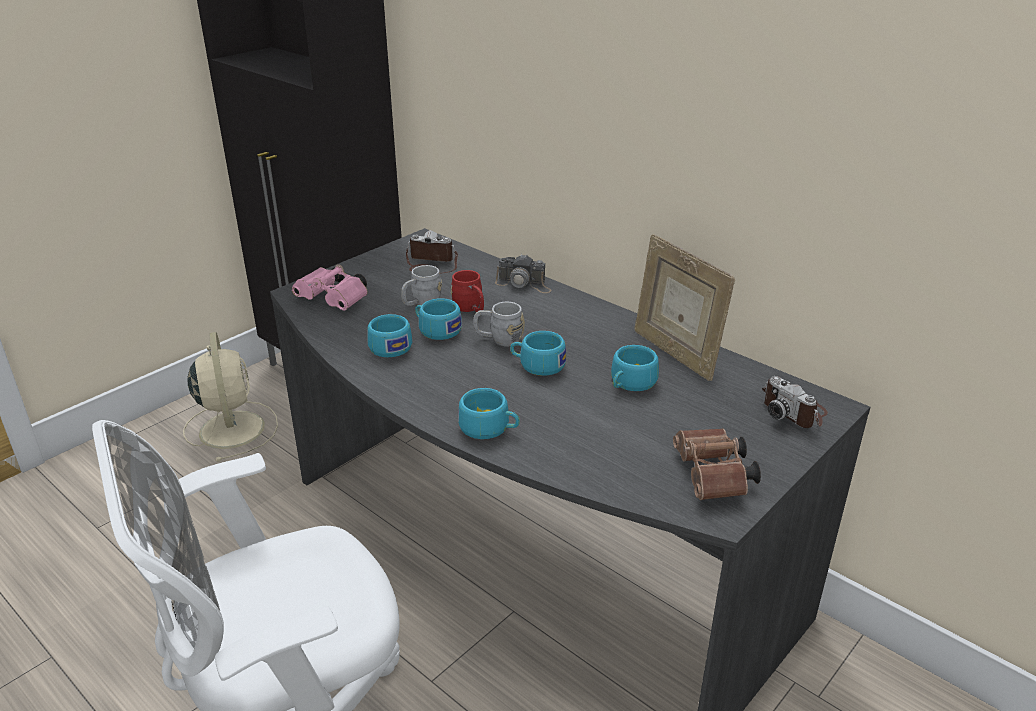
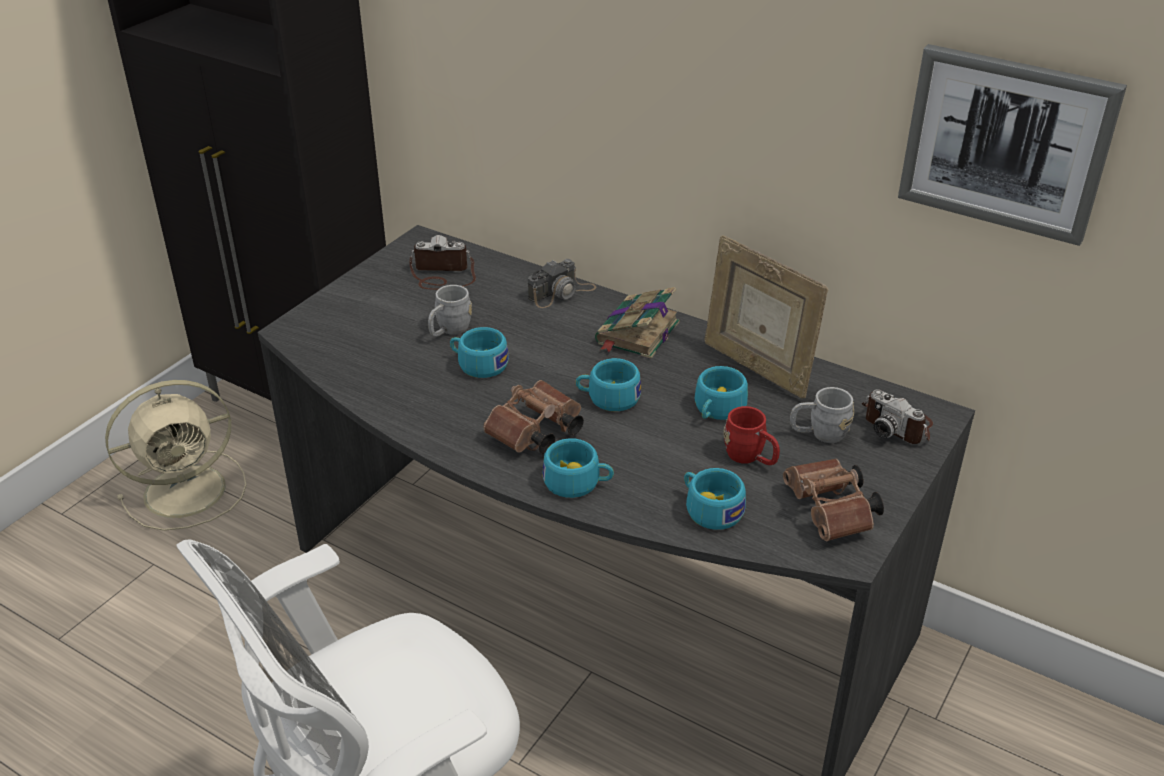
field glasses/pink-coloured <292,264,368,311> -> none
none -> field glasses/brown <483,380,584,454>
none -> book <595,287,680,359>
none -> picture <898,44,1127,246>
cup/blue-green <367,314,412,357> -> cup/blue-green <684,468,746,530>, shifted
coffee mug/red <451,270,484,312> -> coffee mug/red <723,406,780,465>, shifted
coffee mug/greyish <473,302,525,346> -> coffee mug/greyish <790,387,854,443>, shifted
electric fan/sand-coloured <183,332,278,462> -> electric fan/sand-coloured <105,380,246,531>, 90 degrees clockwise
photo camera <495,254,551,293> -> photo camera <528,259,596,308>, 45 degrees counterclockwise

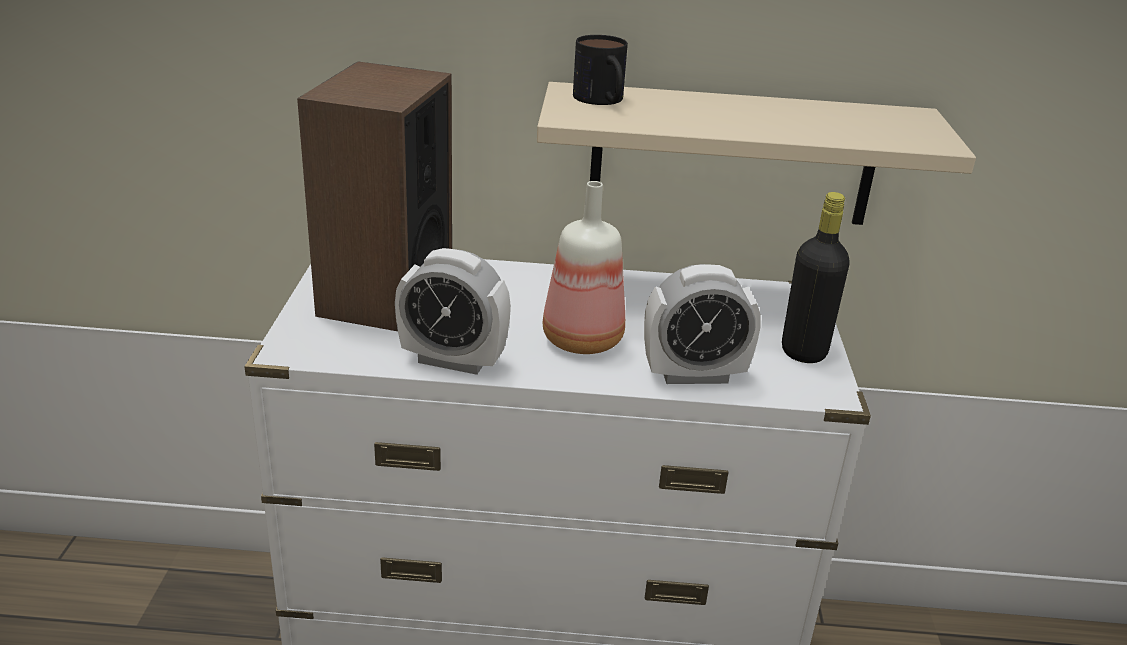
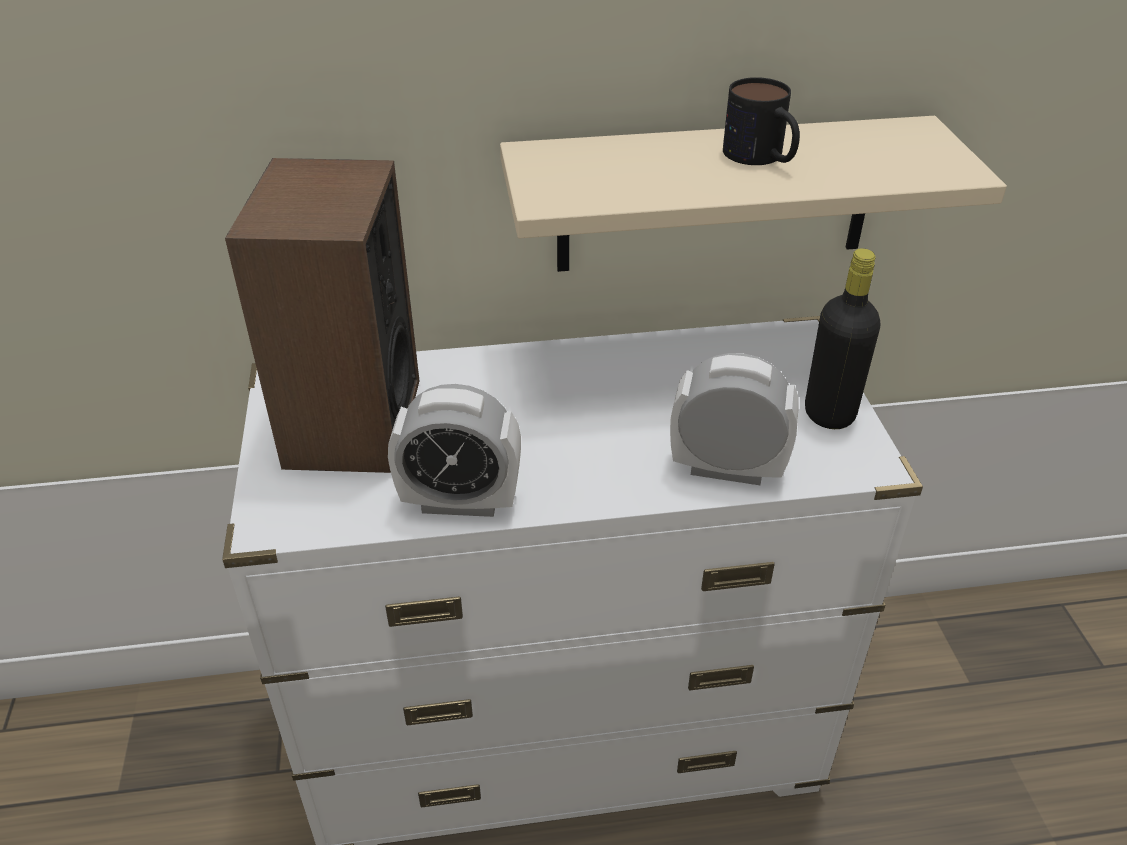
beverage bottle <543,181,625,354> -> none
coffee mug <573,35,628,105> -> coffee mug <723,77,800,165>, shifted
bedside clock <644,264,761,384> -> bedside clock <670,353,799,485>, 150 degrees counterclockwise

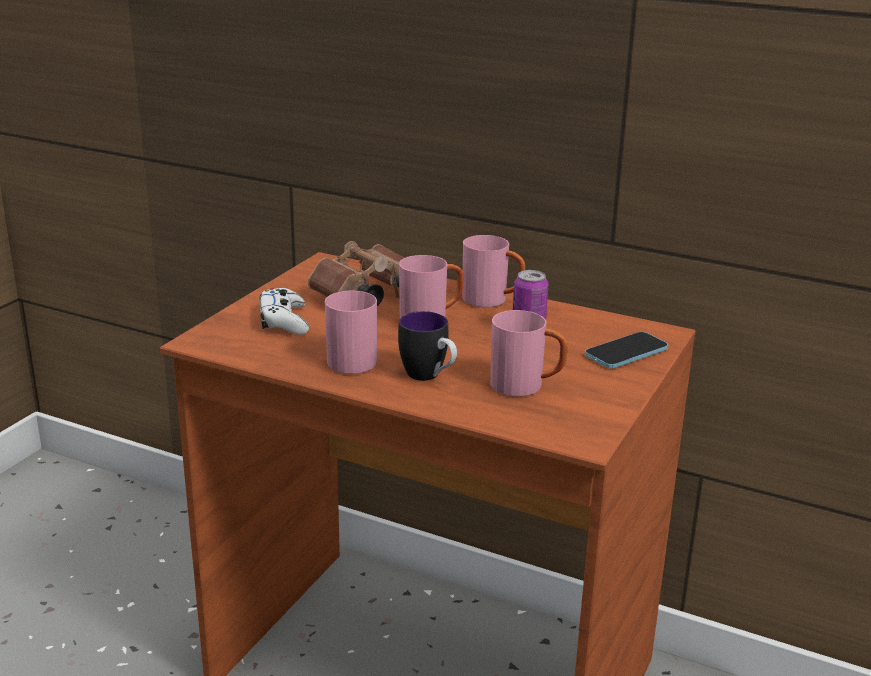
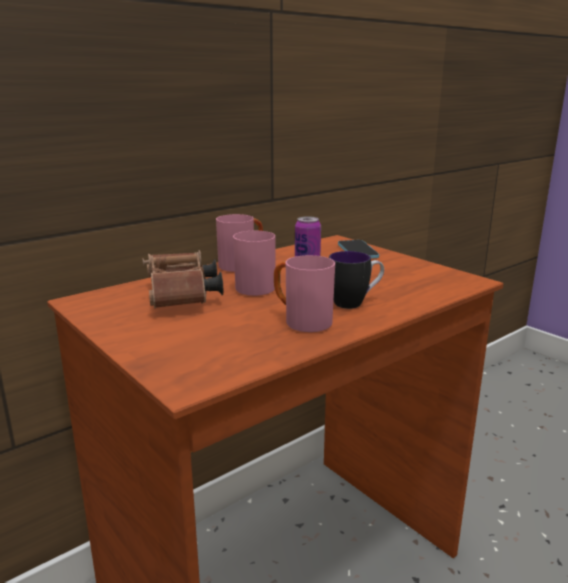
game controller/whitish <259,288,309,335> -> none
coffee mug/pink-coloured <490,310,568,397> -> none

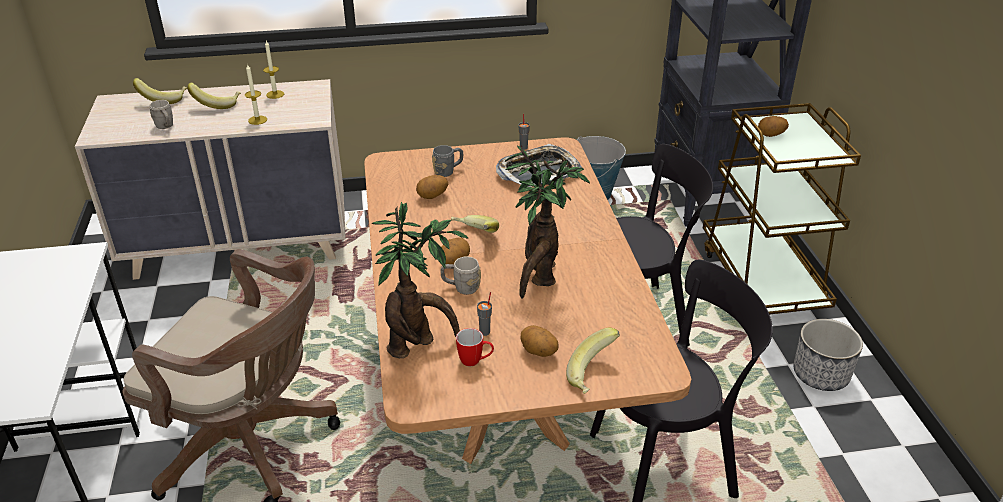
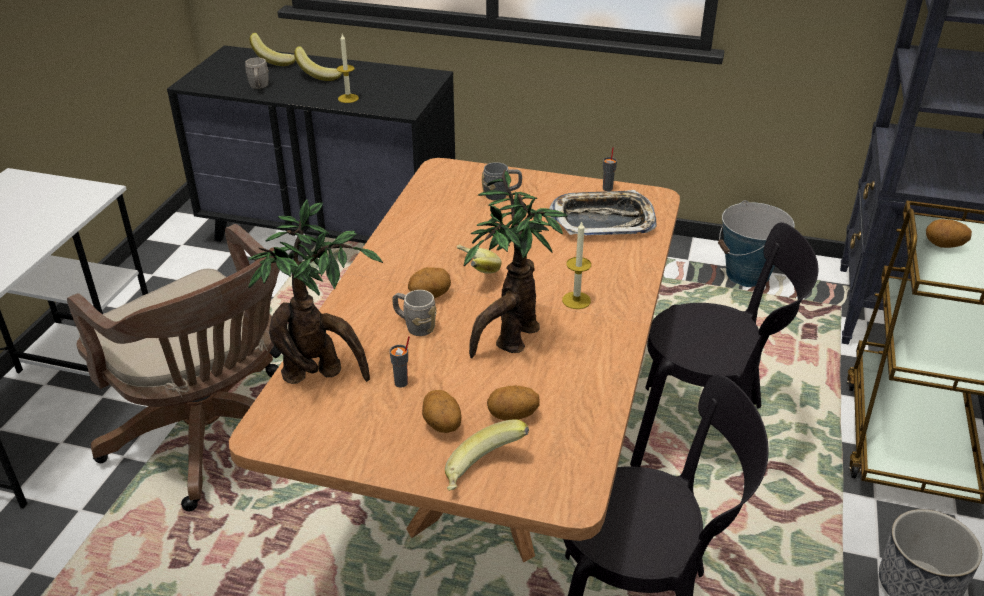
coffee mug <456,328,494,366> -> none
wax candle <263,41,284,99> -> wax candle <562,221,591,309>, shifted
spud <416,175,448,199> -> spud <487,385,540,421>, shifted
dresser/sand-coloured <75,79,346,280> -> dresser/black-coloured <167,45,455,243>

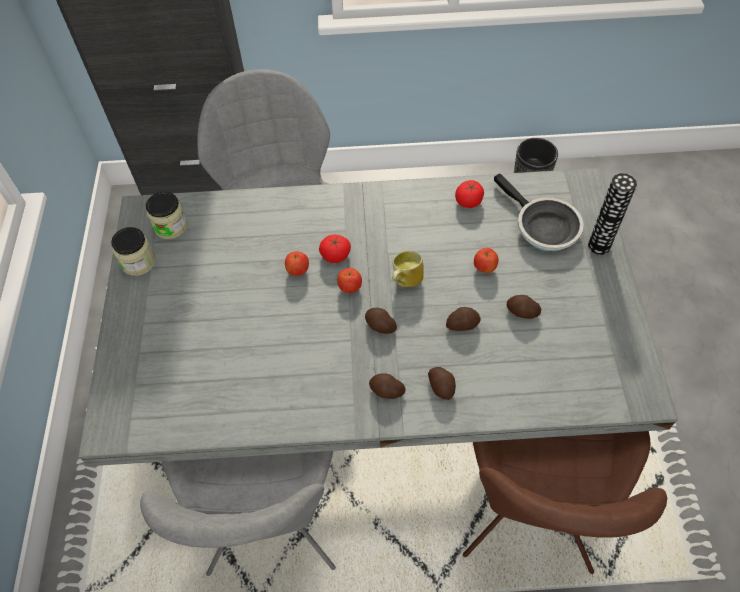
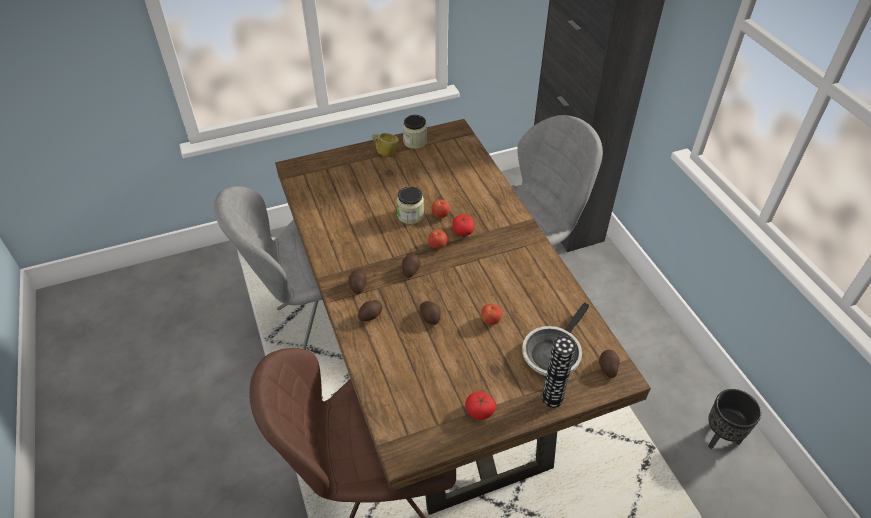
jar <146,192,188,239> -> jar <397,186,424,224>, shifted
coffee mug <392,251,424,287> -> coffee mug <372,133,399,157>, shifted
tomato <455,180,484,208> -> tomato <465,391,496,420>, shifted
spud <507,295,541,319> -> spud <599,350,620,378>, shifted
kitchen table/greyish <79,168,678,466> -> kitchen table/brown <275,119,651,515>

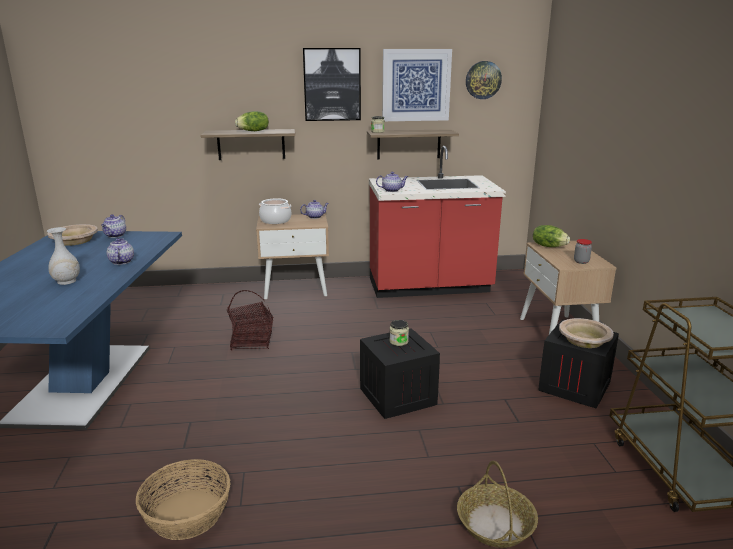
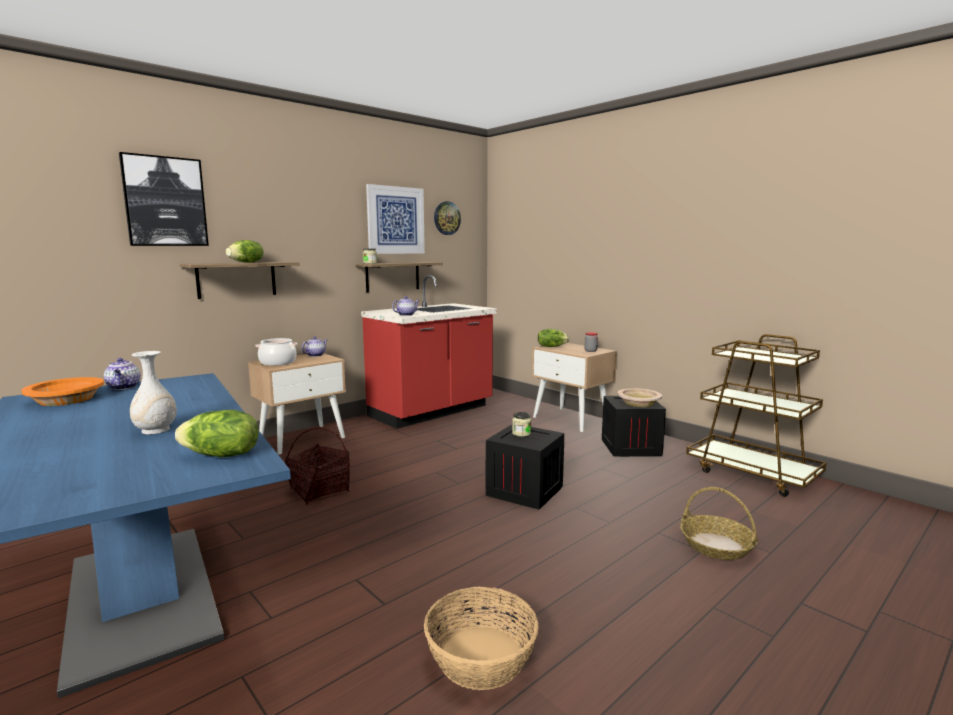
teapot <106,238,134,265> -> none
none -> lettuce <175,410,259,457>
picture <303,48,361,121> -> picture <119,152,209,246>, shifted
deep dish/sand-coloured <48,224,98,246> -> deep dish/orangey <21,377,104,406>

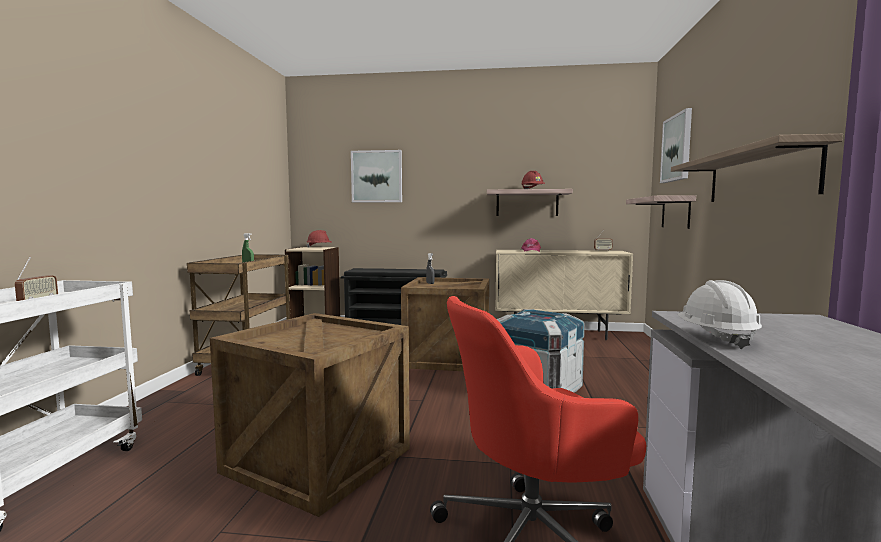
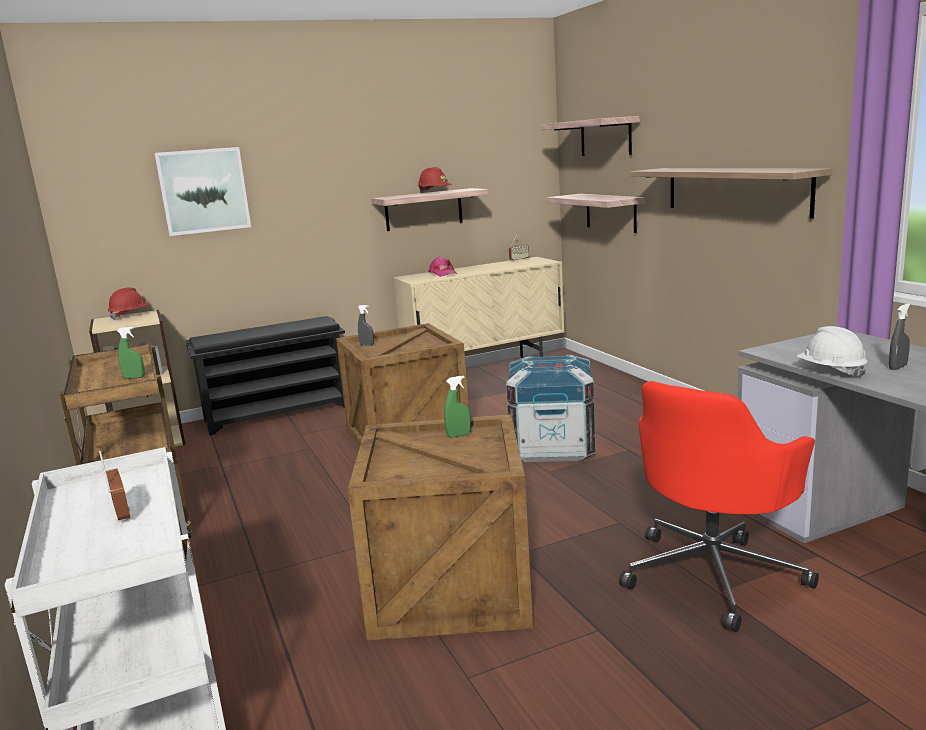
none -> sprayer/greenish <444,376,471,438>
none -> sprayer/greyish <889,304,910,370>
picture <660,108,692,183> -> wall shelf <541,116,640,156>

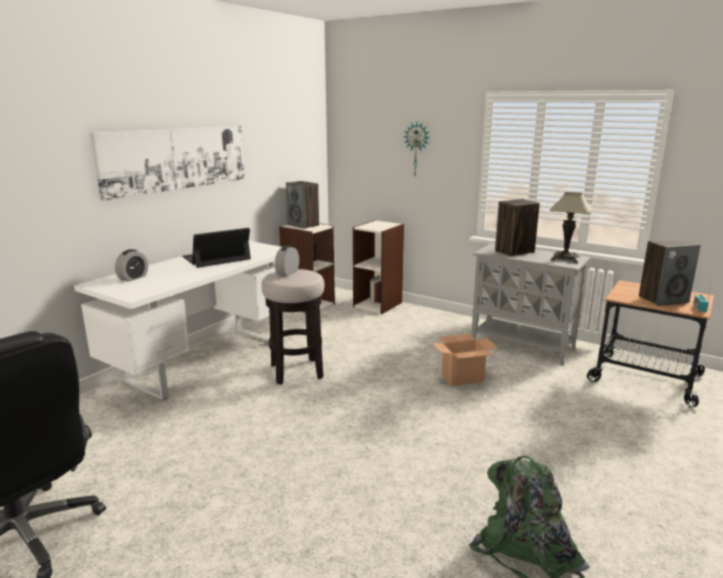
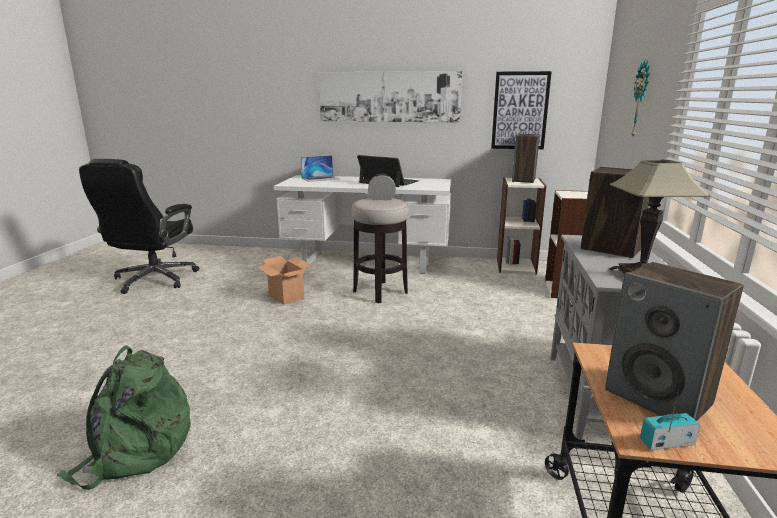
none -> picture <491,71,552,149>
carton <433,334,498,386> -> carton <256,256,312,305>, shifted
bedside clock <115,249,148,282> -> laptop <300,155,340,182>

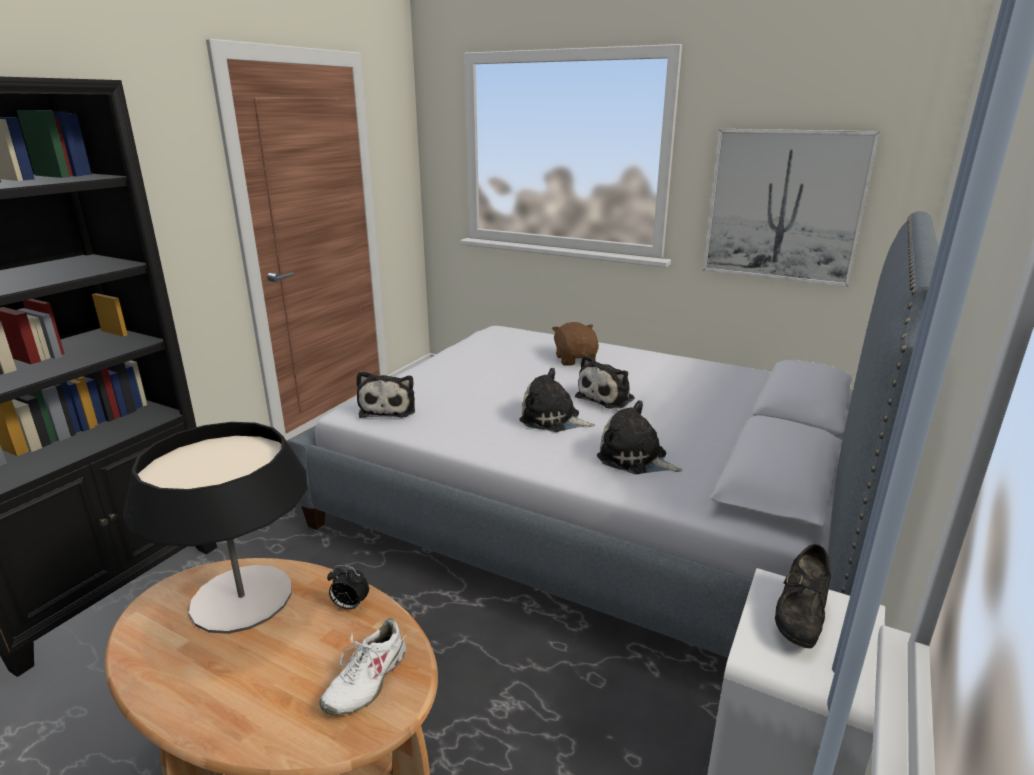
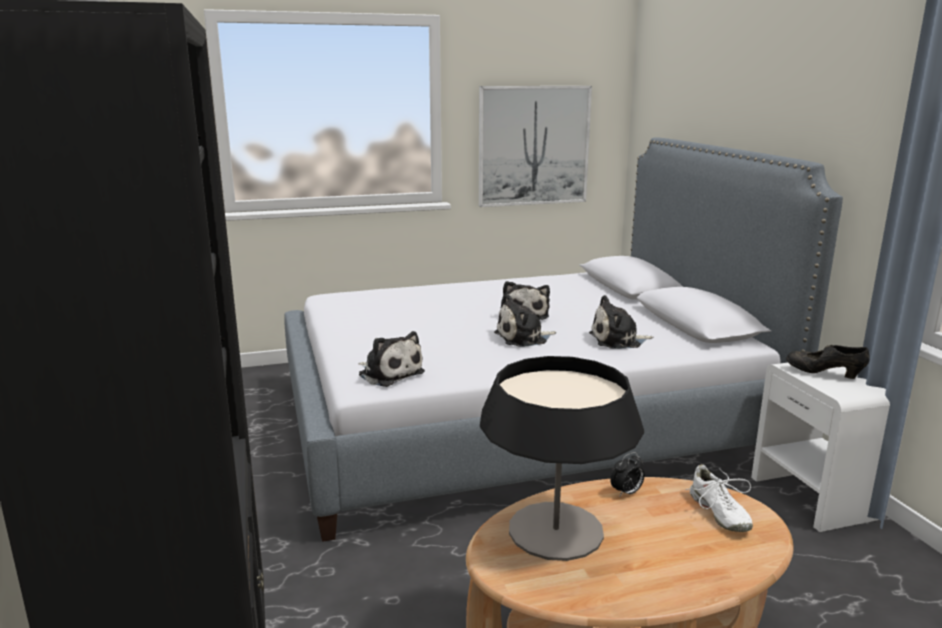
plush toy/brown <552,322,599,366> -> none
item of footwear/black-coloured <775,544,831,648> -> item of footwear/black-coloured <786,345,870,379>, 135 degrees clockwise

